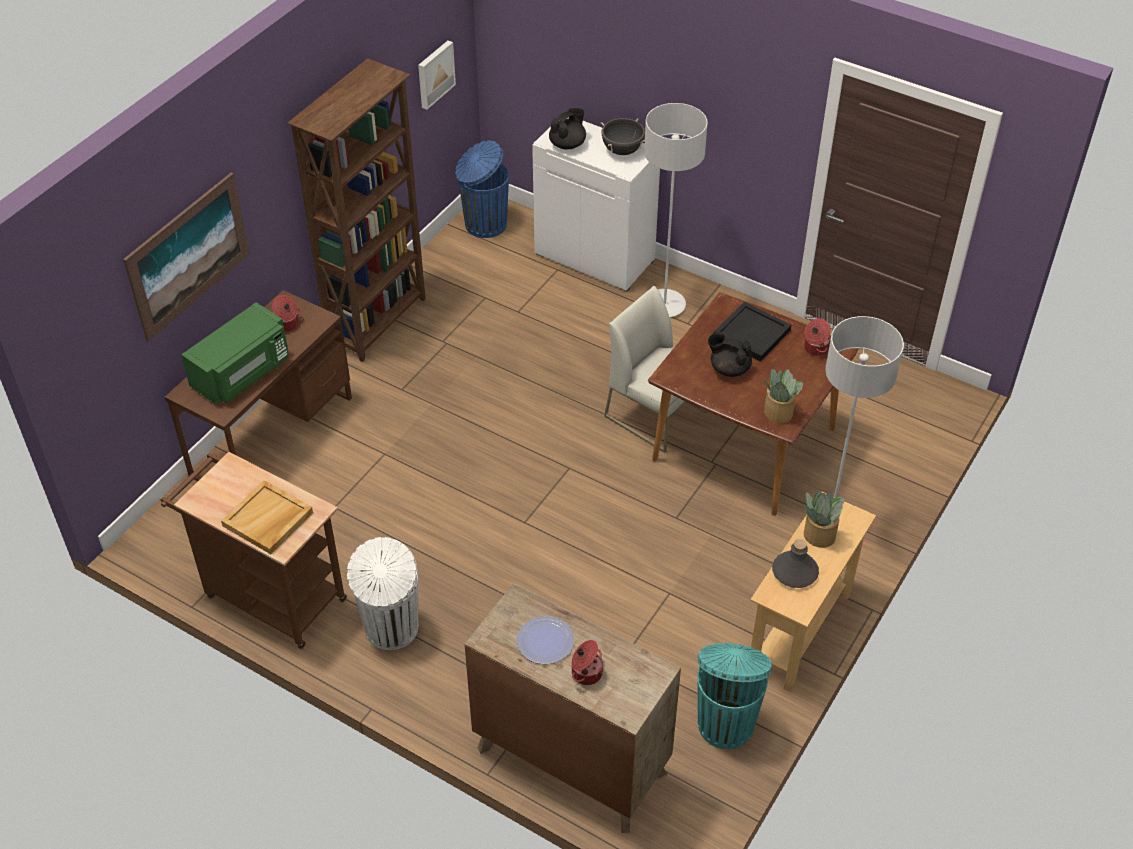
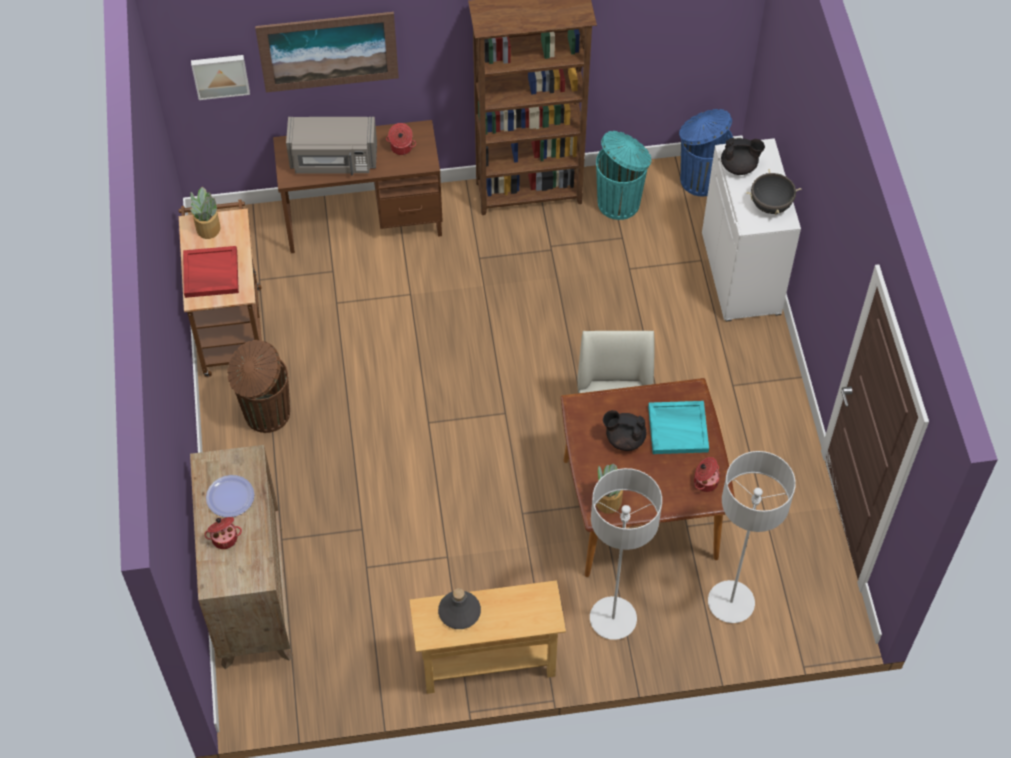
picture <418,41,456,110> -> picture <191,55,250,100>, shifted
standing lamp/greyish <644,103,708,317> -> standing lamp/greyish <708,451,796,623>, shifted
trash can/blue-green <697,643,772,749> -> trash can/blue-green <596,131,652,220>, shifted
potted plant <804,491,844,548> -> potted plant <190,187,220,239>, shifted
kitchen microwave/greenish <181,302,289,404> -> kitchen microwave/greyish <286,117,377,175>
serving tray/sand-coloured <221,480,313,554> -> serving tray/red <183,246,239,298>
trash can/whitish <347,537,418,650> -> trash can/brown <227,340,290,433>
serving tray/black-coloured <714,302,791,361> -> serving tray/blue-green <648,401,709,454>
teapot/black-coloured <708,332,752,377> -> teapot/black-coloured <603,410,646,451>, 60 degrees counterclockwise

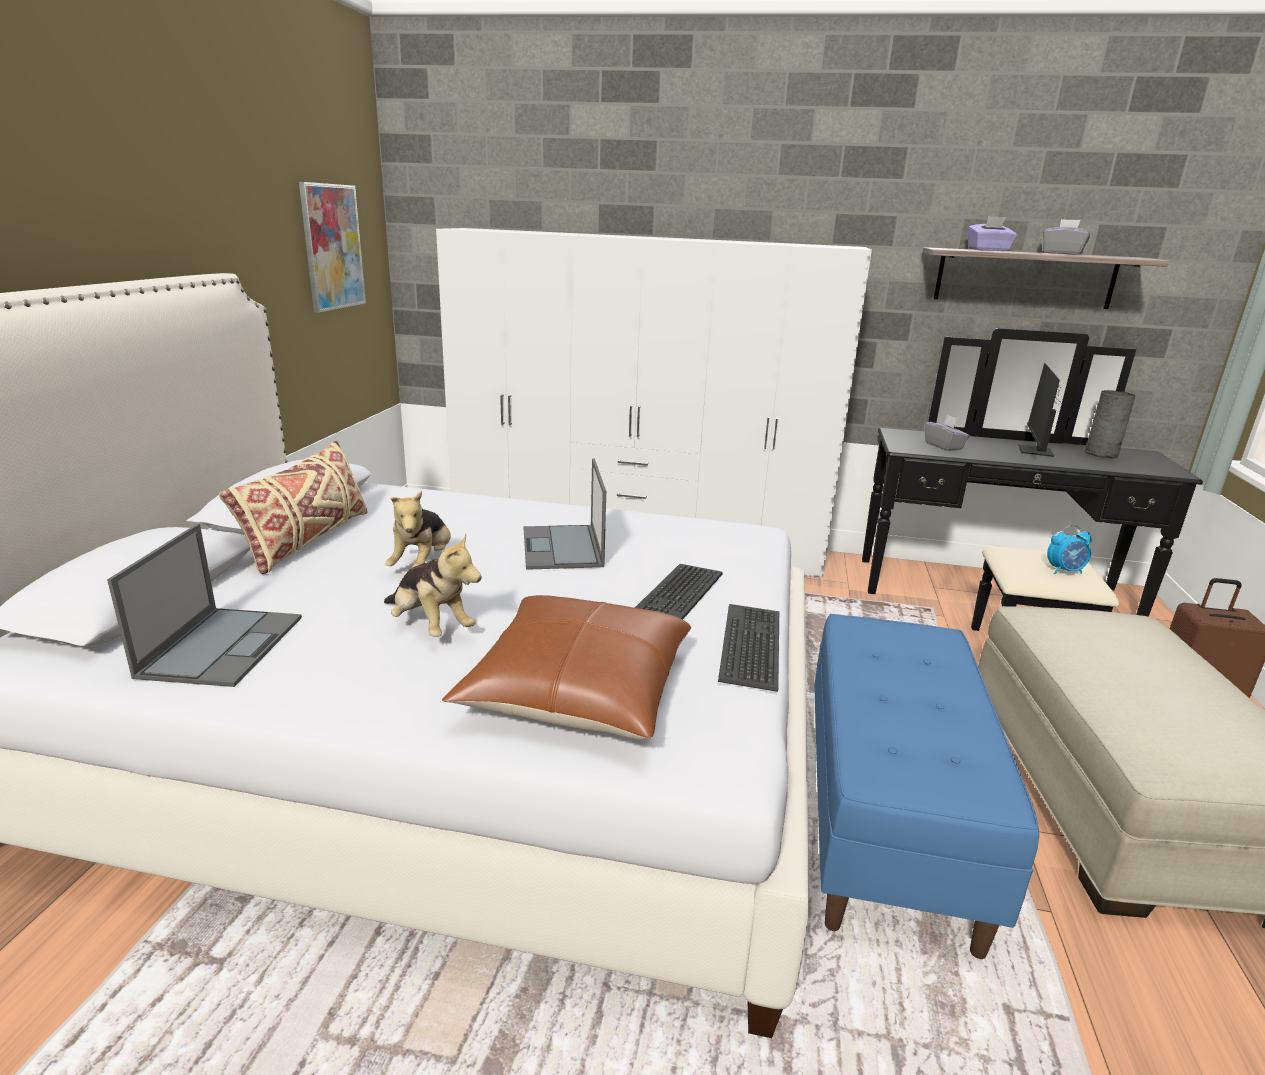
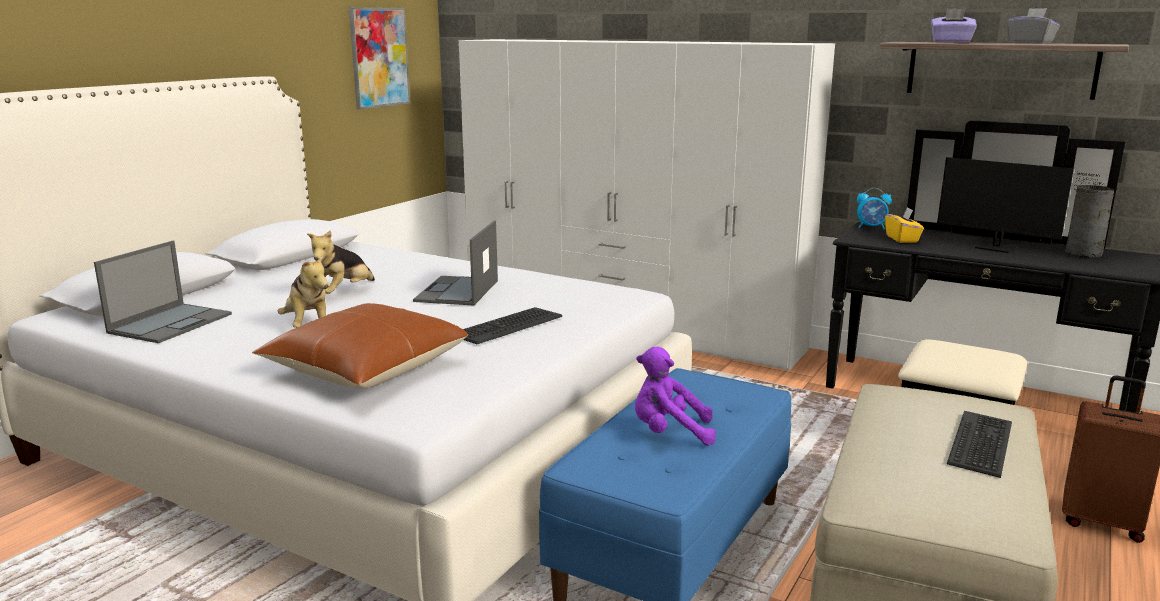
throw pillow/sand-coloured <219,440,368,574> -> none
none -> plush toy/purplish <635,347,716,445>
computer keyboard <718,604,779,692> -> computer keyboard <947,411,1012,478>, shifted
bedside clock <1047,525,1091,574> -> bedside clock <857,188,892,229>, shifted
box of tissues/greyish <925,415,969,451> -> box of tissues/yellow-coloured <885,207,924,243>
monitor <1018,363,1061,457> -> monitor <937,157,1117,253>, 90 degrees counterclockwise

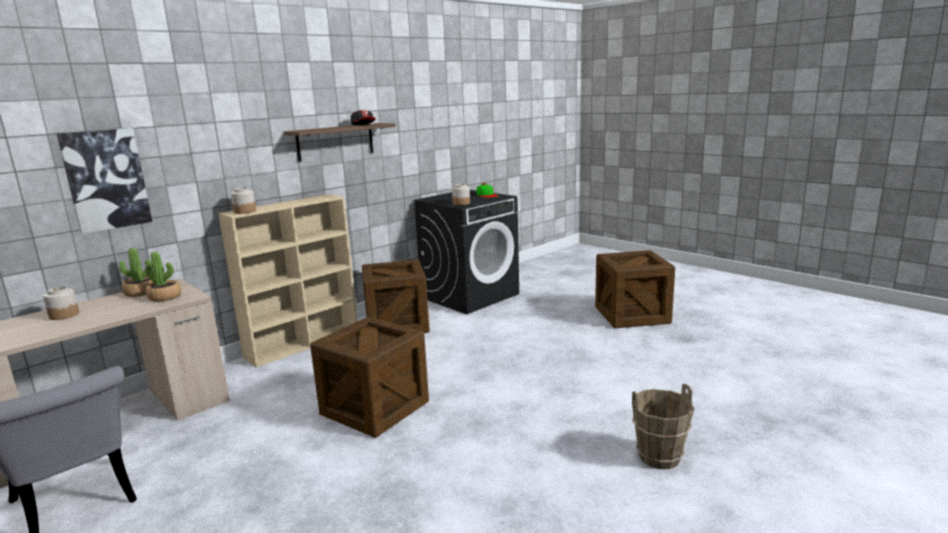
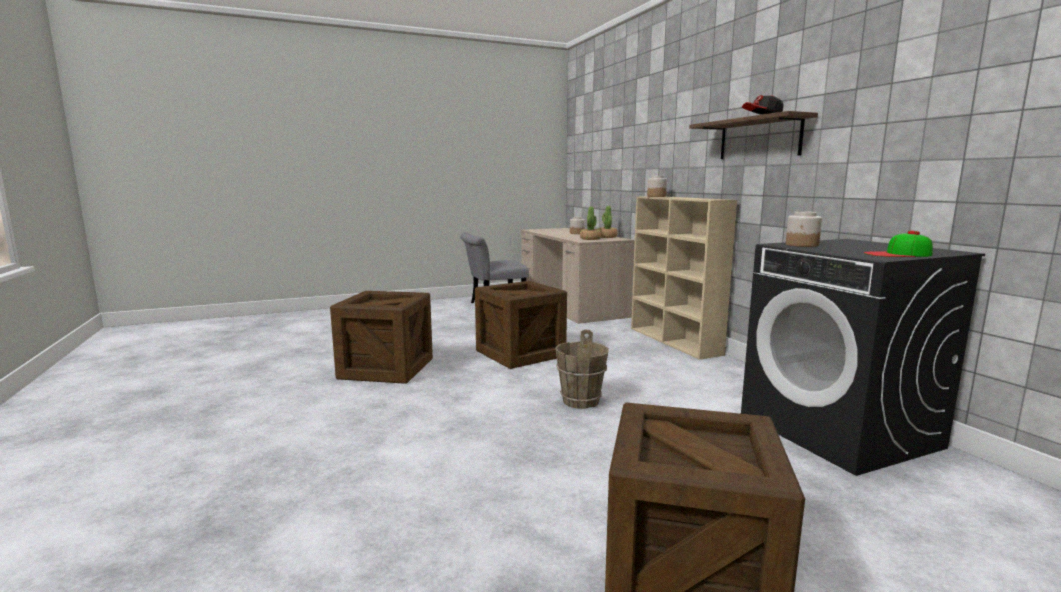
picture <57,128,152,234> -> none
crate <362,259,430,333> -> crate <330,291,433,384>, shifted
water bucket/brown <632,384,694,469> -> water bucket/brown <555,330,609,409>, shifted

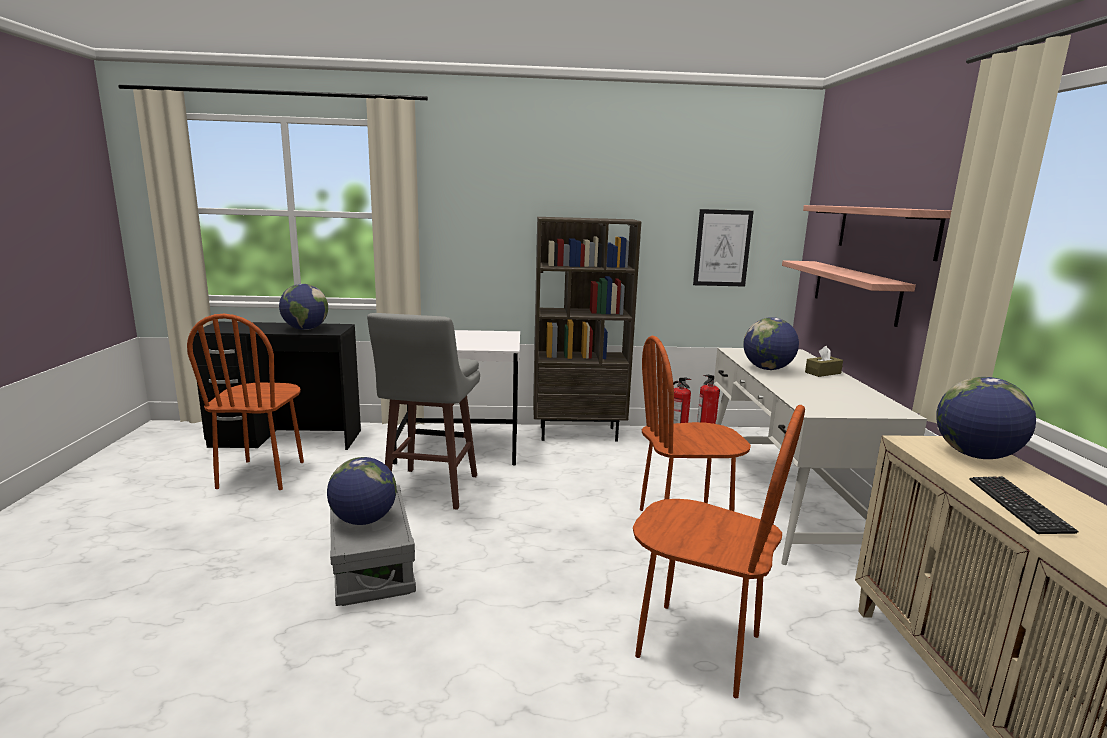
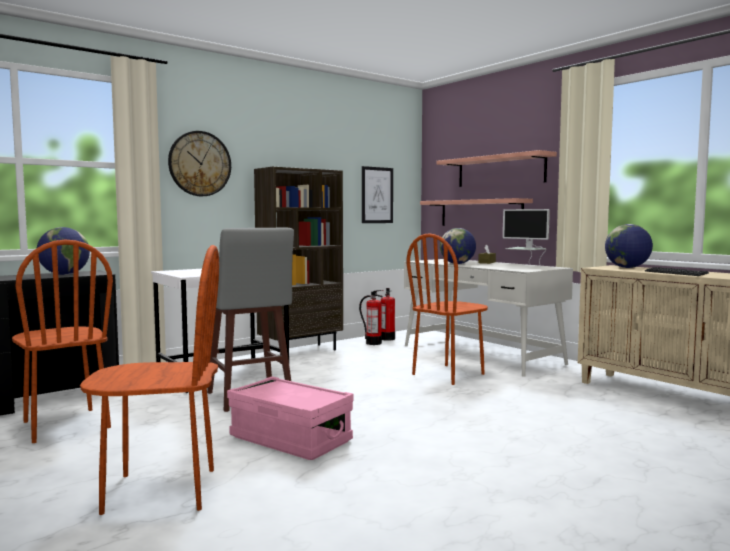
desk globe <327,457,397,525> -> none
none -> wall clock <168,131,231,196>
none -> monitor <503,209,550,267>
upright chair/brown <633,405,805,698> -> upright chair/brown <80,245,219,515>, shifted
storage container/greyish <330,485,416,606> -> storage container/pink-coloured <227,376,354,460>

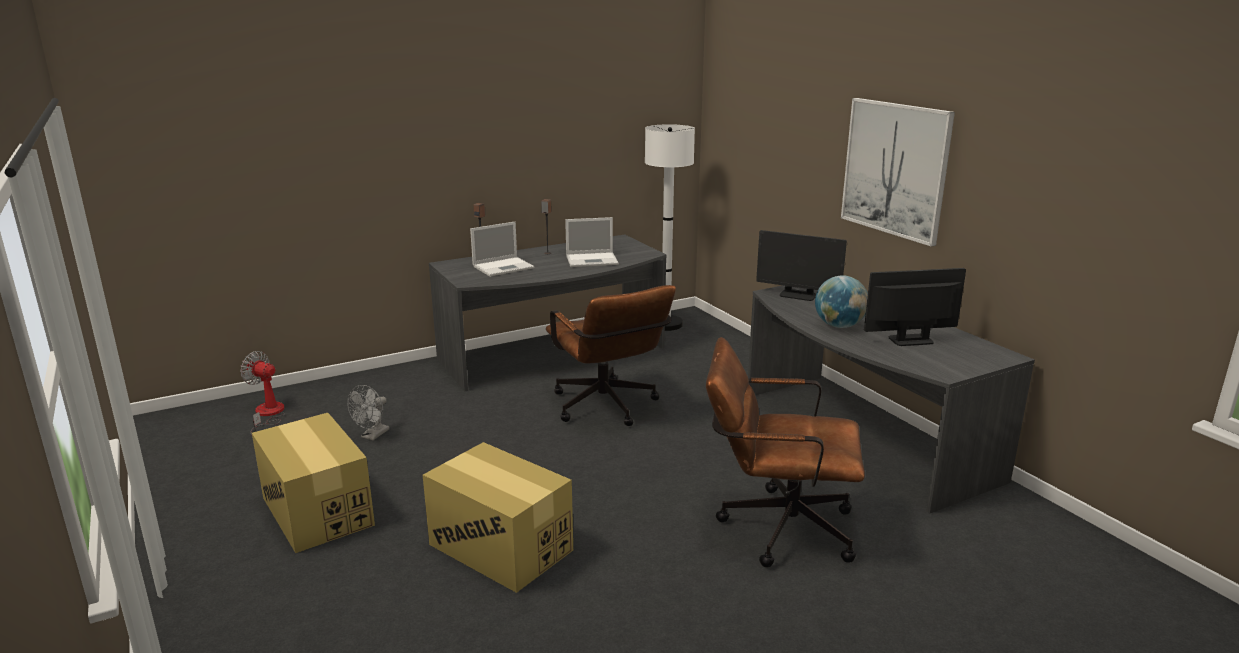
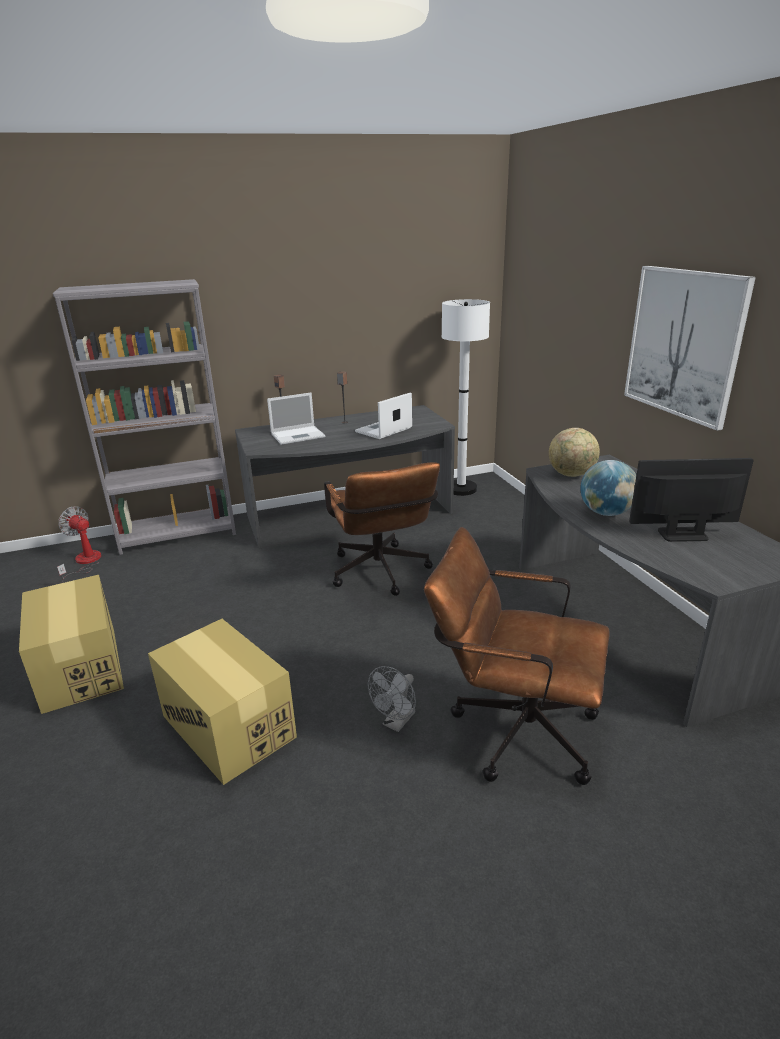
none -> shelving unit/greyish <53,279,236,555>
electric fan/greyish <347,385,390,440> -> electric fan/greyish <368,666,416,732>, shifted
monitor <756,230,847,301> -> desk globe <549,428,600,477>
laptop <565,217,619,267> -> laptop <355,392,412,439>, 135 degrees clockwise

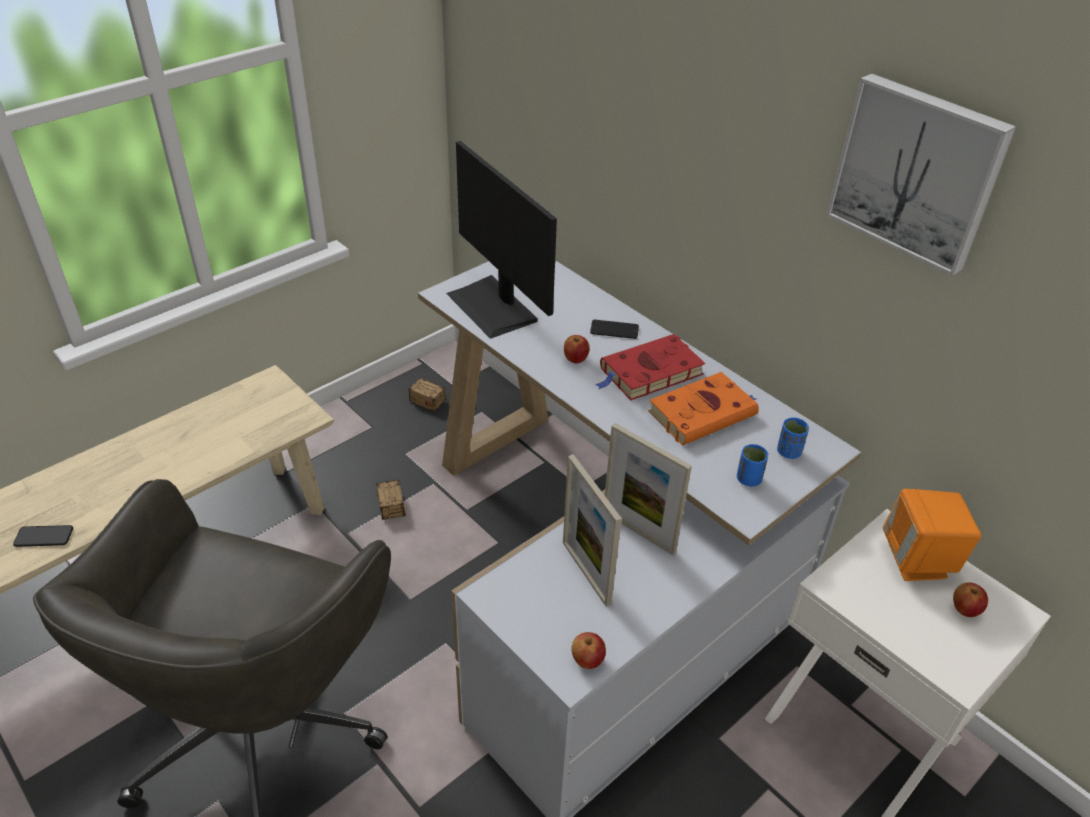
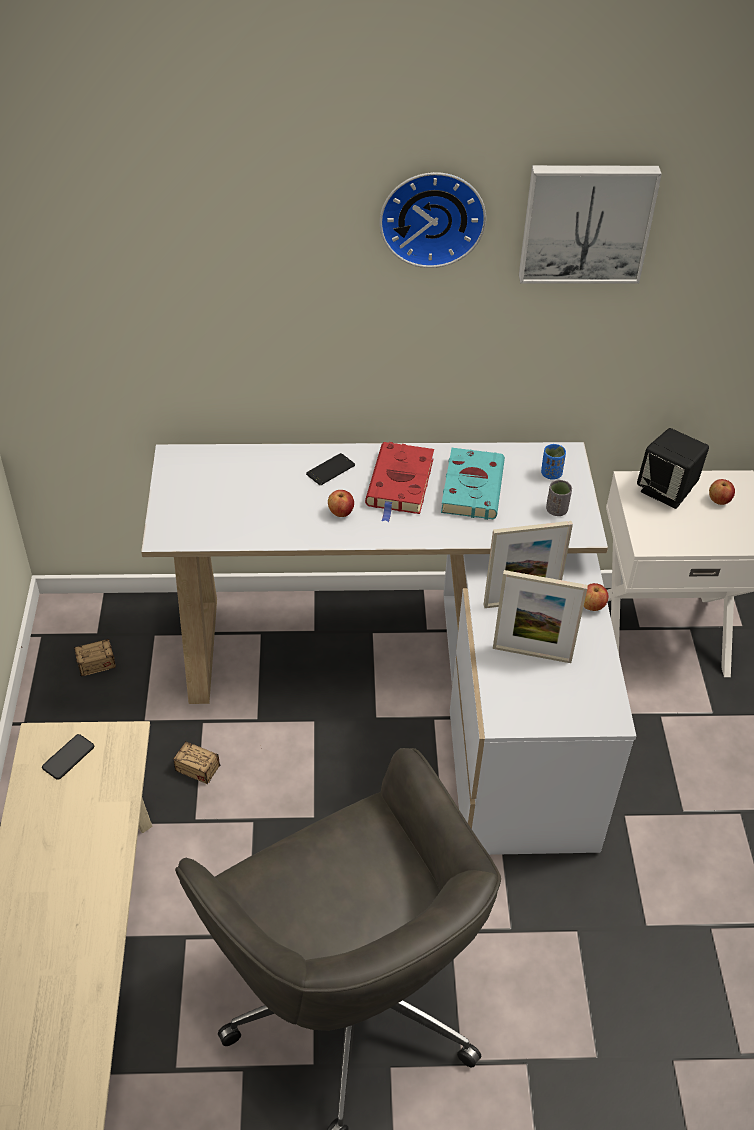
monitor <446,141,557,339> -> none
none -> wall clock <379,172,486,268>
telephone <13,525,73,547> -> telephone <42,734,94,780>, shifted
apple fruit <572,632,606,669> -> apple fruit <584,583,608,611>, shifted
book/orangey <648,372,759,446> -> book/blue-green <441,448,505,520>
cup/blue <737,444,769,487> -> cup/greyish <546,480,572,516>
speaker/orangey <883,489,982,581> -> speaker/black-coloured <637,428,709,509>

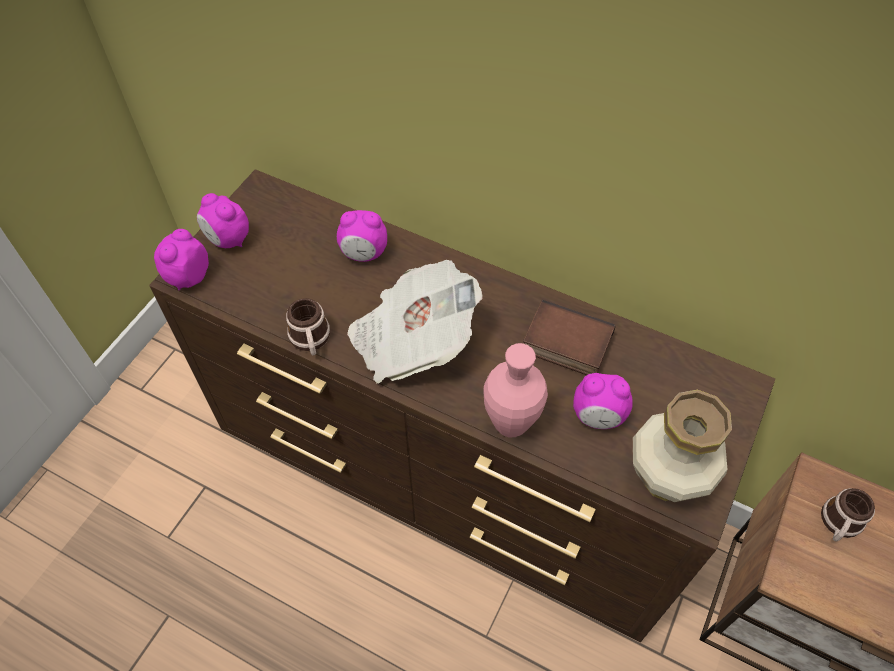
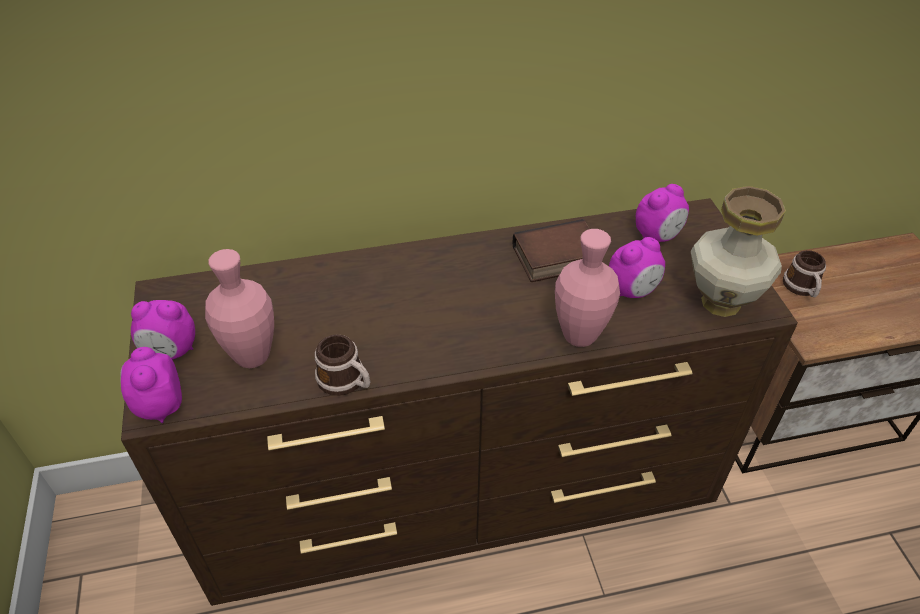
daily paper <347,260,483,383> -> none
none -> vase/pink-coloured <205,249,274,368>
bedside clock <337,210,387,262> -> bedside clock <636,184,689,242>, shifted

